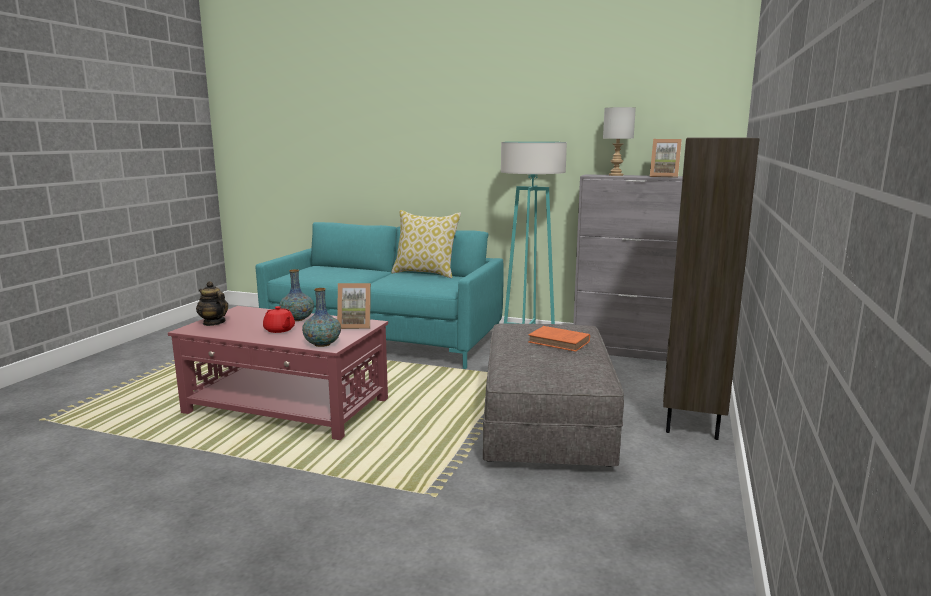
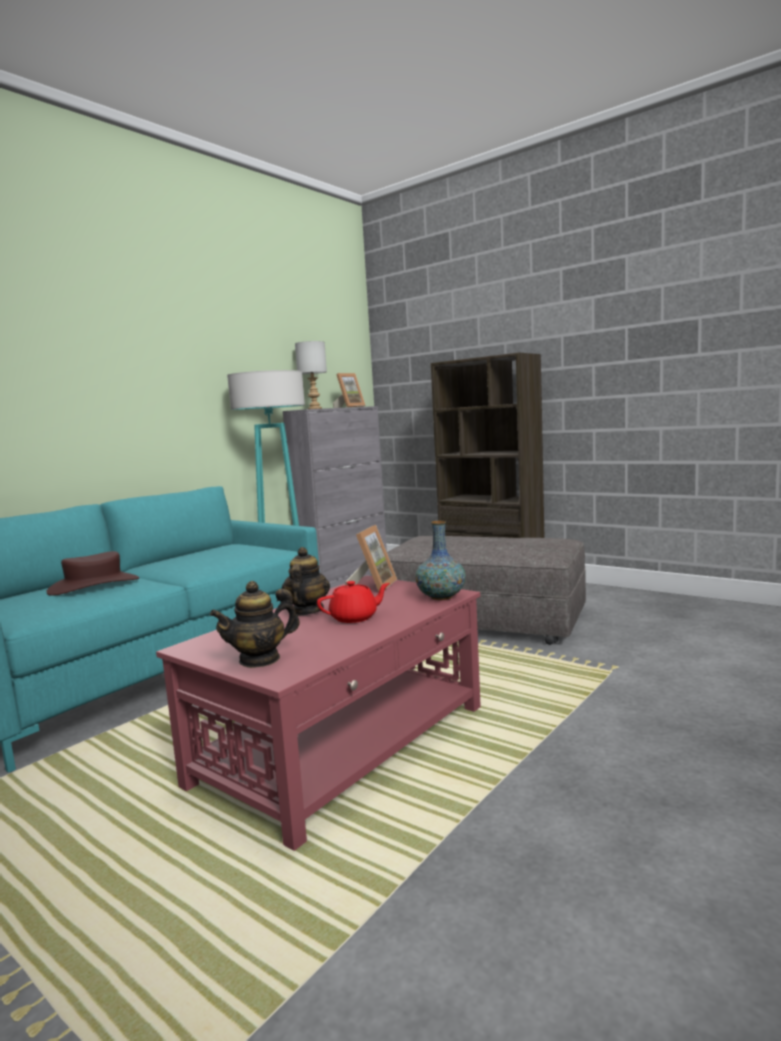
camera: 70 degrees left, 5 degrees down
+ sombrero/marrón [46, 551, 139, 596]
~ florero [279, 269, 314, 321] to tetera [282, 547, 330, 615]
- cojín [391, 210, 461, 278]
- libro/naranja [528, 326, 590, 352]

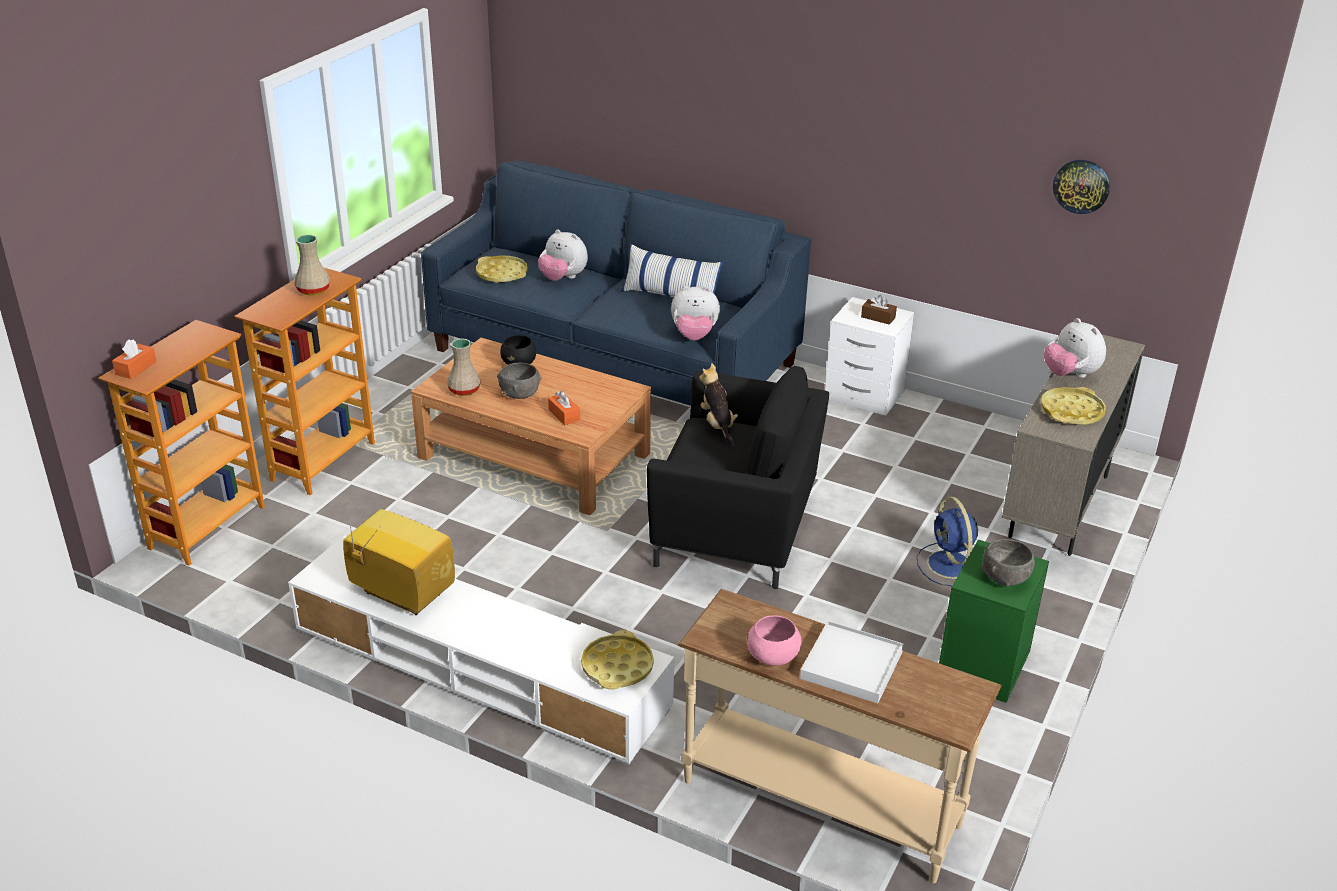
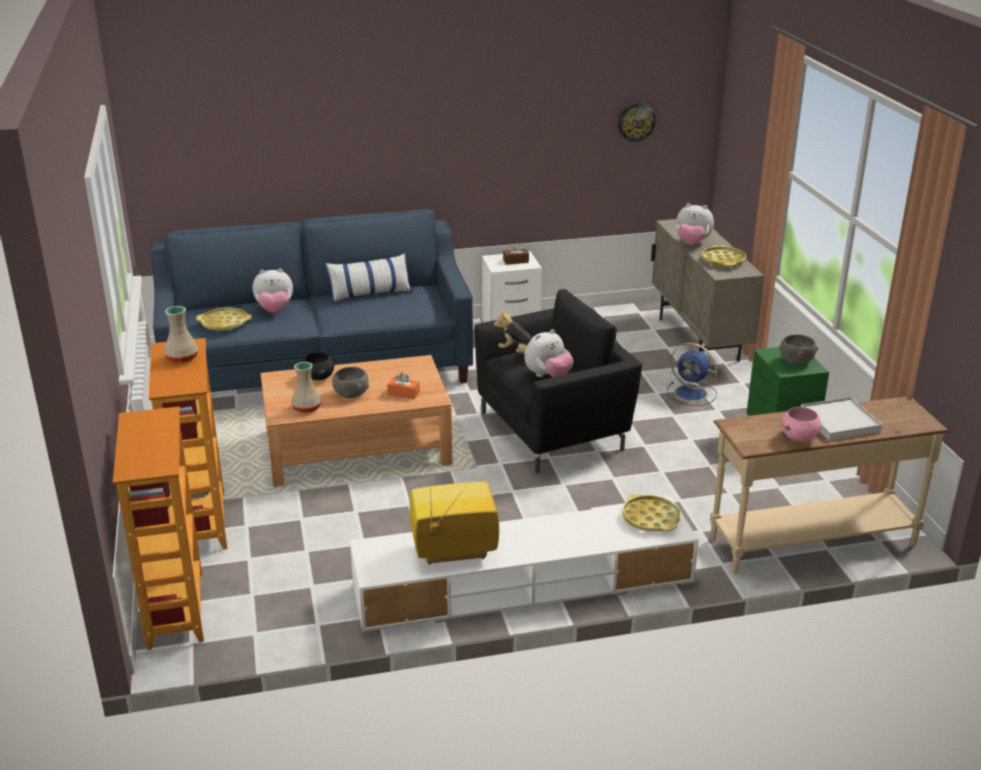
camera: 40 degrees left, 5 degrees down
~ peluche [671, 286, 720, 341] to [524, 329, 574, 377]
- caja de pañuelos/naranja [112, 339, 157, 379]

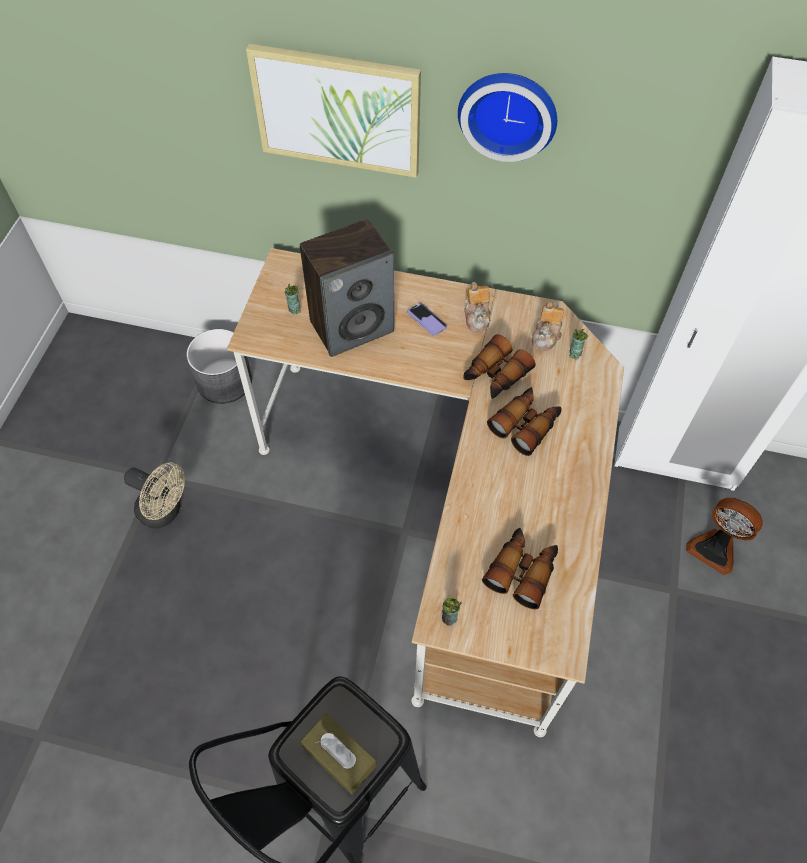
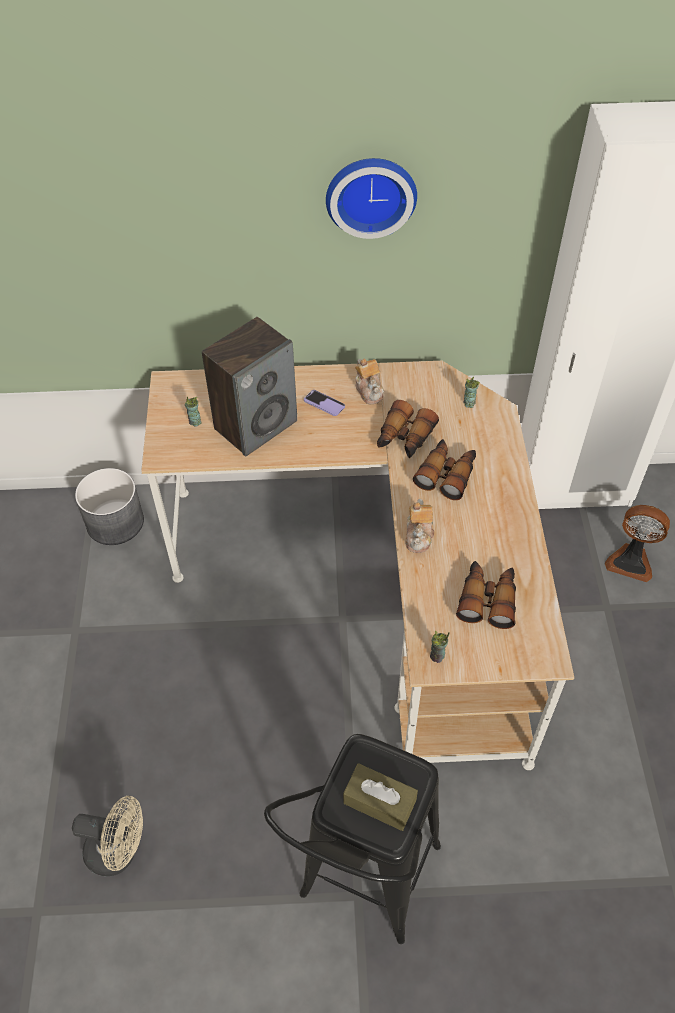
camera: 15 degrees left, 5 degrees down
~ ventilador/beis [124, 462, 185, 529] to [72, 796, 143, 876]
~ tetera [532, 302, 564, 351] to [405, 499, 434, 553]
- cuadro [246, 43, 421, 178]

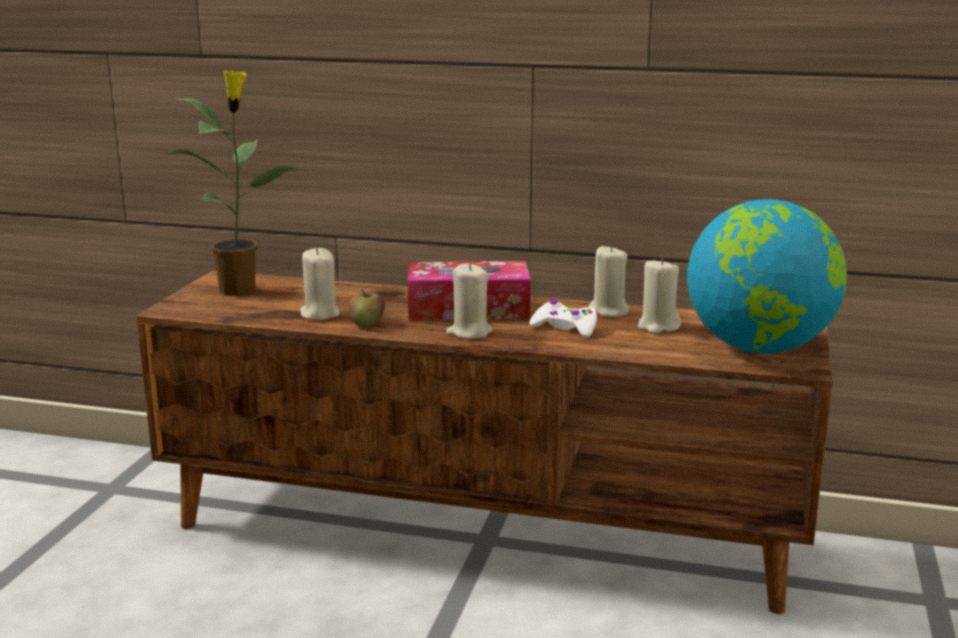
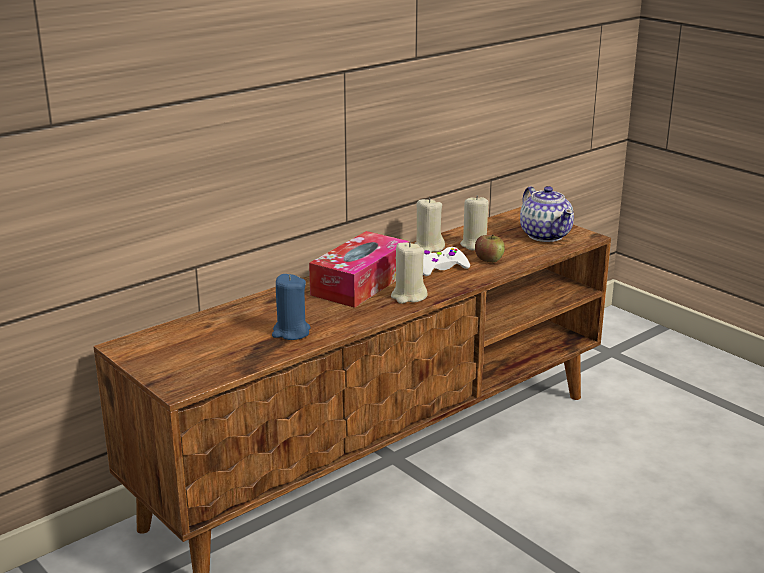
camera: 55 degrees left, 5 degrees up
~ vela/beis [300, 248, 339, 320] to vela/azul [272, 274, 311, 340]
~ manzana [349, 290, 385, 327] to [475, 234, 505, 263]
~ globo terráqueo [687, 199, 847, 353] to tetera [520, 186, 574, 242]
- planta en maceta [165, 70, 305, 296]

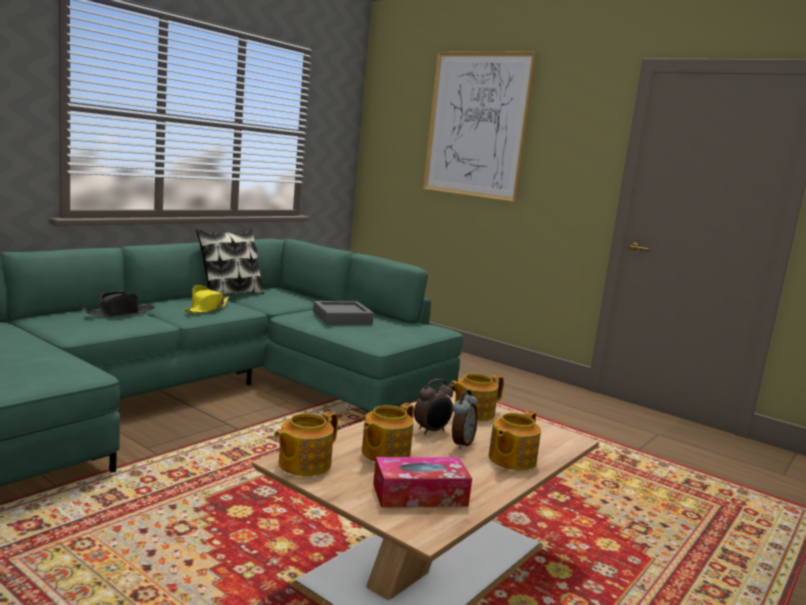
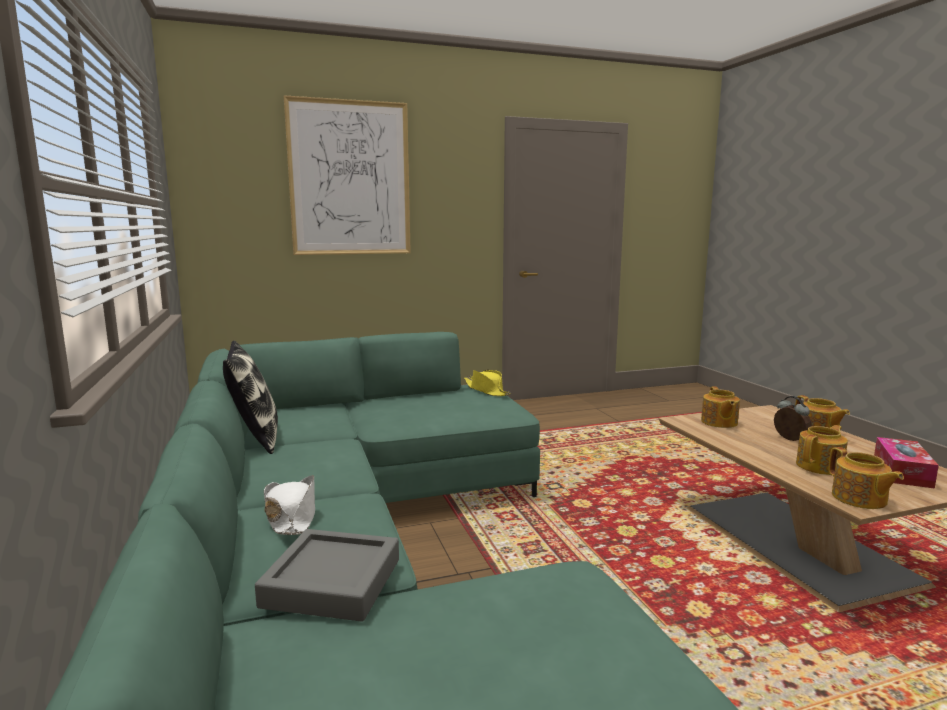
camera: 55 degrees left, 0 degrees up
~ bandeja/gris [313, 301, 374, 324] to [255, 529, 399, 622]
~ sombrero/negro [83, 292, 154, 318] to sombrero/blanco [264, 475, 315, 535]
~ sombrero/amarillo [183, 285, 229, 313] to [464, 370, 511, 396]
~ tetera [362, 403, 414, 462] = [796, 425, 848, 475] 105 degrees counterclockwise
- despertador [414, 379, 453, 435]

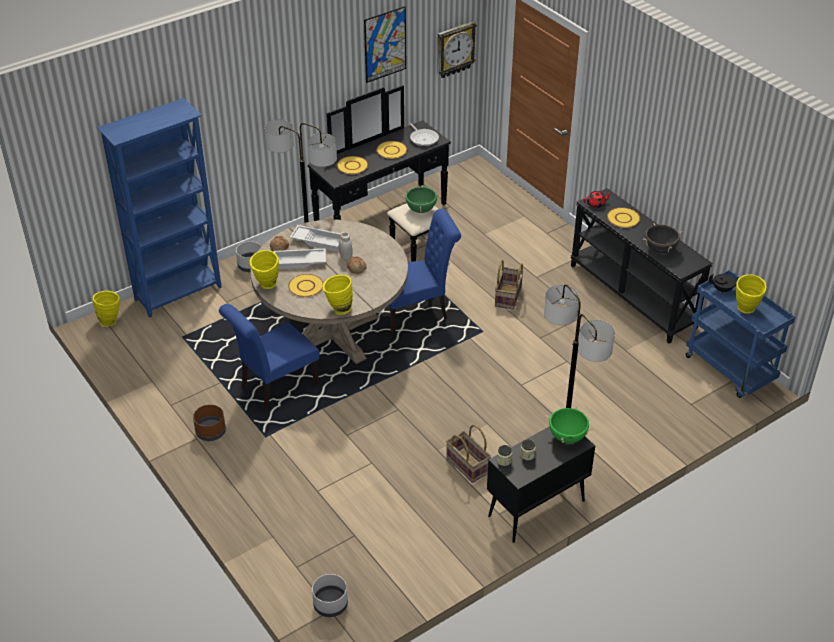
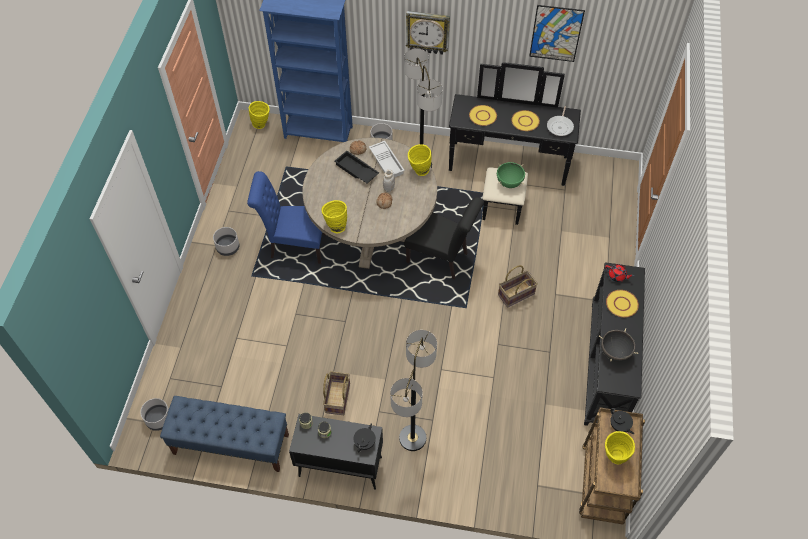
camera: 45 degrees right, 15 degrees up
+ banco/azul [160, 396, 289, 472]
~ maceta/marrón [193, 404, 226, 441] to maceta/gris [213, 227, 239, 256]
~ bandeja/blanco [274, 249, 326, 269] to bandeja/negro [335, 151, 379, 184]
~ olla/verde [546, 406, 593, 443] to tetera/negro [353, 423, 376, 452]
~ silla/azul [390, 208, 461, 334] to silla/negro [404, 197, 484, 279]
~ reloj de pared [437, 21, 477, 78] to [406, 11, 450, 55]
~ florero/amarillo [250, 250, 279, 289] to [408, 144, 431, 176]
~ carrito/azul [685, 270, 795, 398] to carrito/marrón [579, 407, 645, 525]
- plato/amarillo [288, 274, 324, 297]

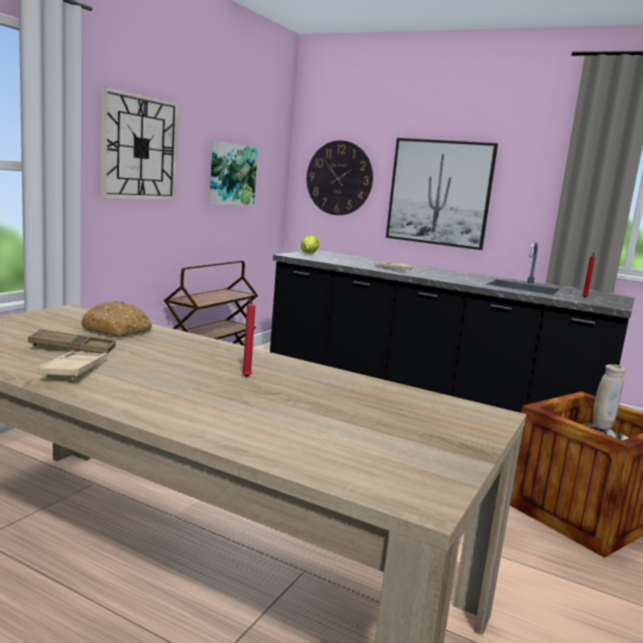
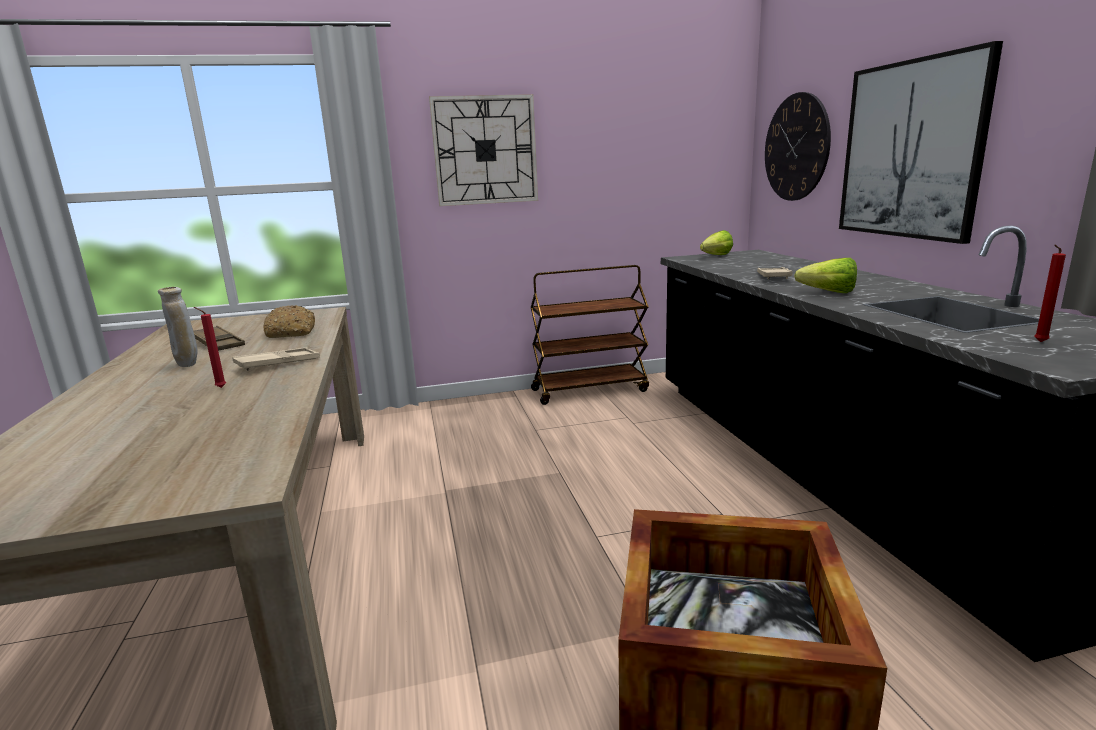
camera: 50 degrees right, 5 degrees up
~ florero/beis [593, 364, 626, 430] to [158, 287, 197, 367]
~ bandeja/beis [38, 351, 107, 379] to [232, 348, 320, 371]
+ lechuga [794, 258, 857, 293]
- cuadro [210, 141, 258, 206]

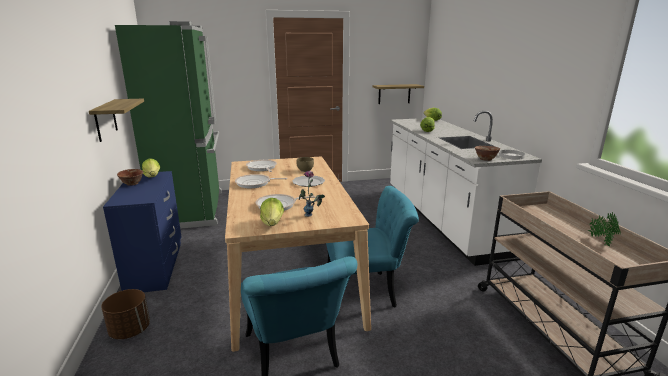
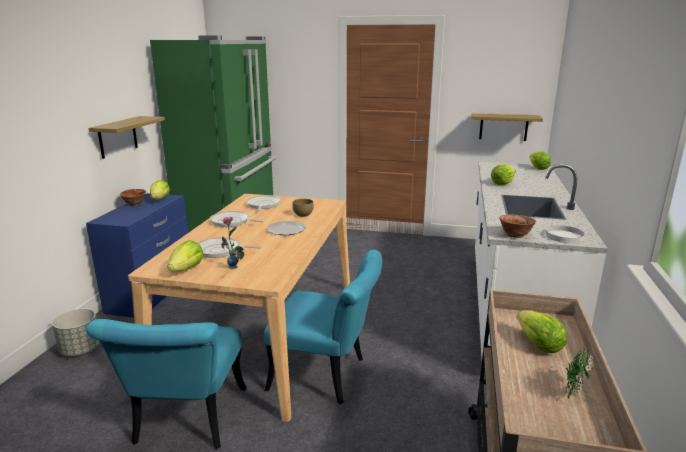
camera: 25 degrees right, 0 degrees up
~ maceta/marrón [101, 289, 150, 339] to maceta/gris [52, 308, 100, 356]
+ lechuga [517, 310, 567, 353]

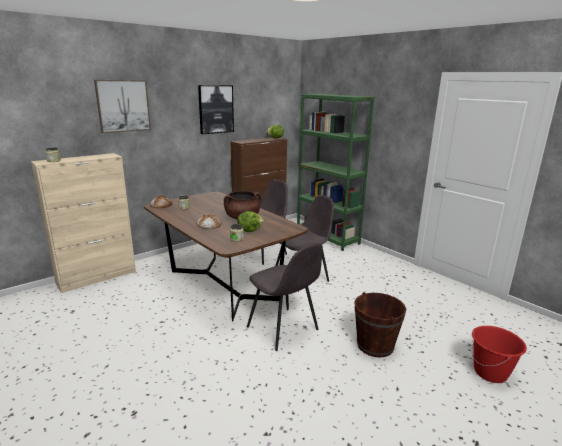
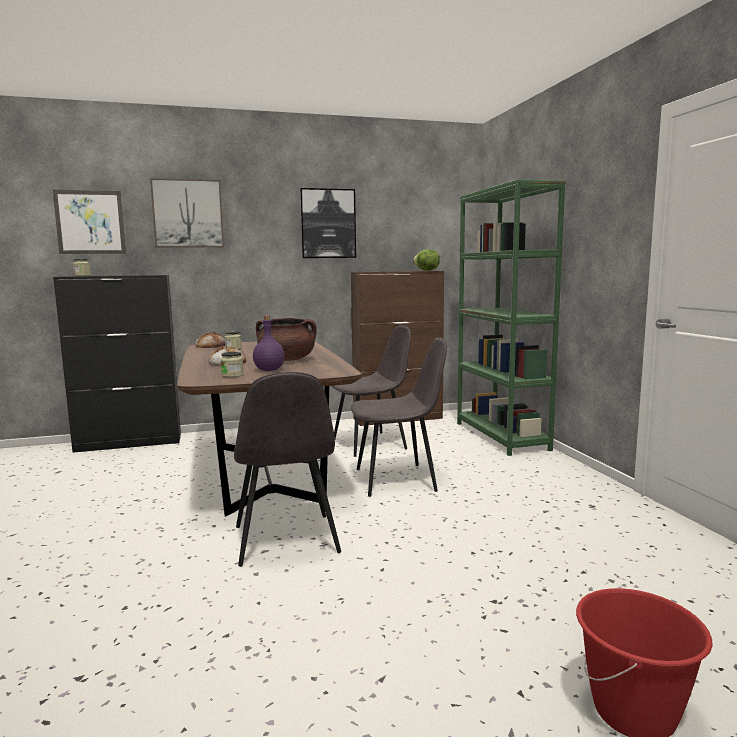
camera: 25 degrees right, 10 degrees down
+ cuadro [53, 190, 126, 254]
~ armario/beis [31, 153, 136, 293] to armario/negro [53, 275, 181, 453]
~ lechuga [237, 211, 264, 232] to botella/morado [253, 315, 285, 371]
- cubo/marrón [354, 292, 406, 358]

